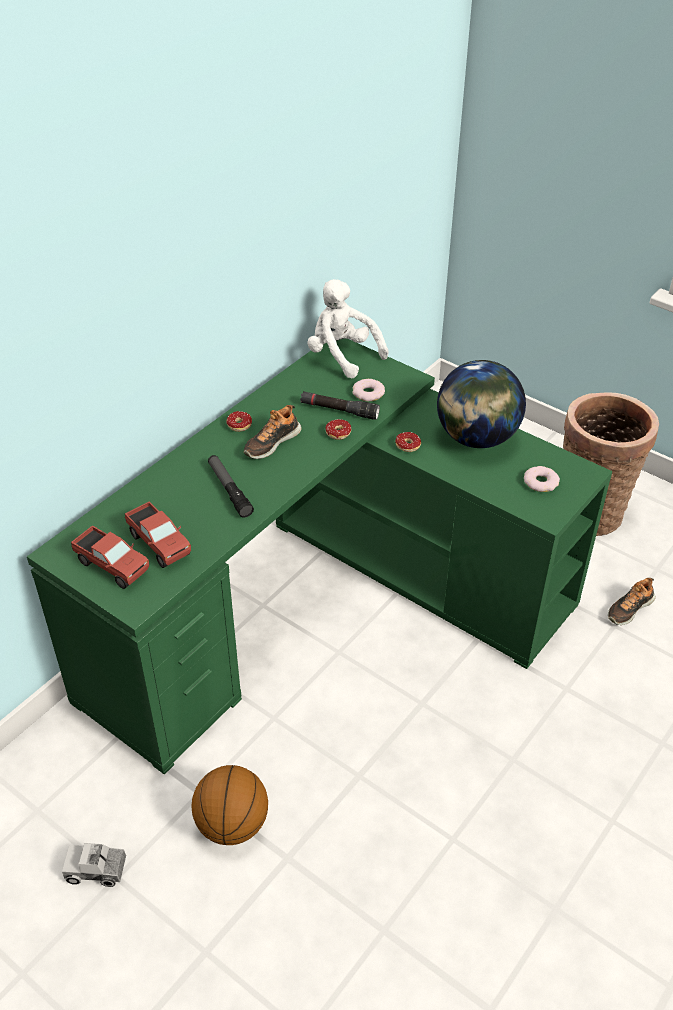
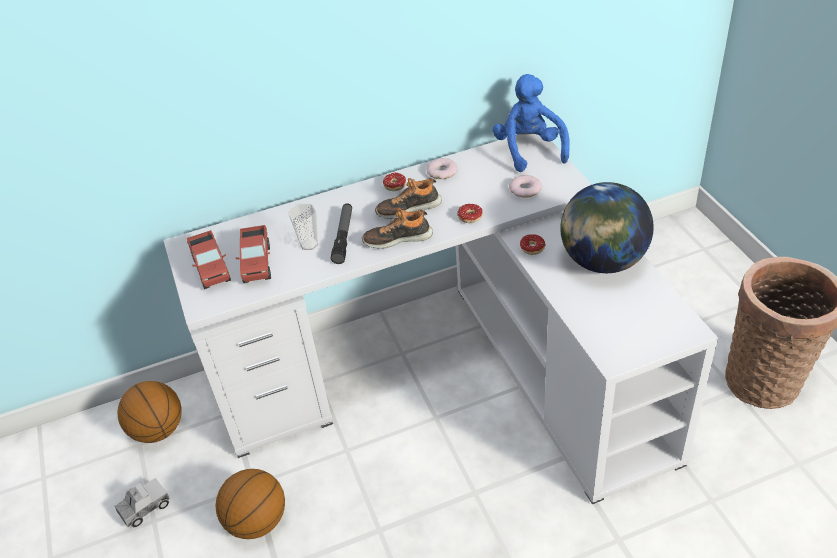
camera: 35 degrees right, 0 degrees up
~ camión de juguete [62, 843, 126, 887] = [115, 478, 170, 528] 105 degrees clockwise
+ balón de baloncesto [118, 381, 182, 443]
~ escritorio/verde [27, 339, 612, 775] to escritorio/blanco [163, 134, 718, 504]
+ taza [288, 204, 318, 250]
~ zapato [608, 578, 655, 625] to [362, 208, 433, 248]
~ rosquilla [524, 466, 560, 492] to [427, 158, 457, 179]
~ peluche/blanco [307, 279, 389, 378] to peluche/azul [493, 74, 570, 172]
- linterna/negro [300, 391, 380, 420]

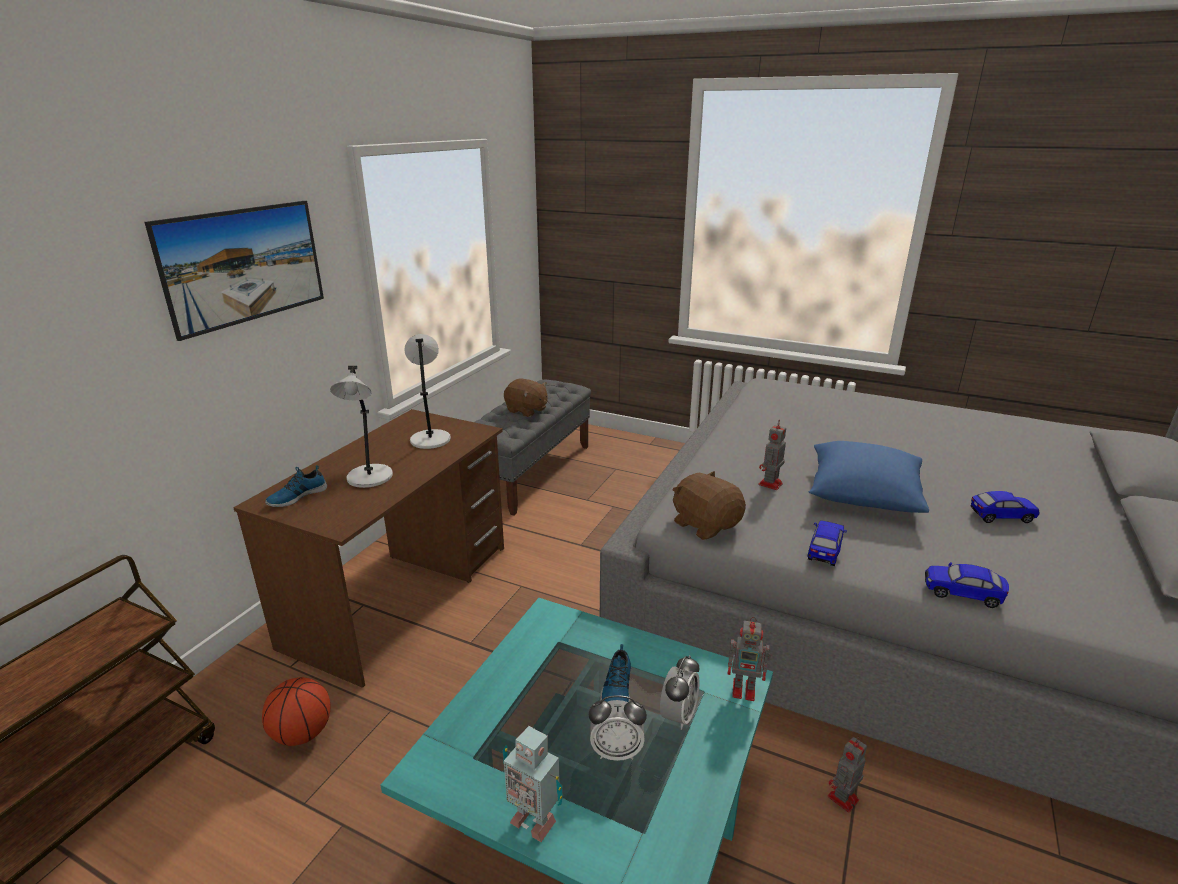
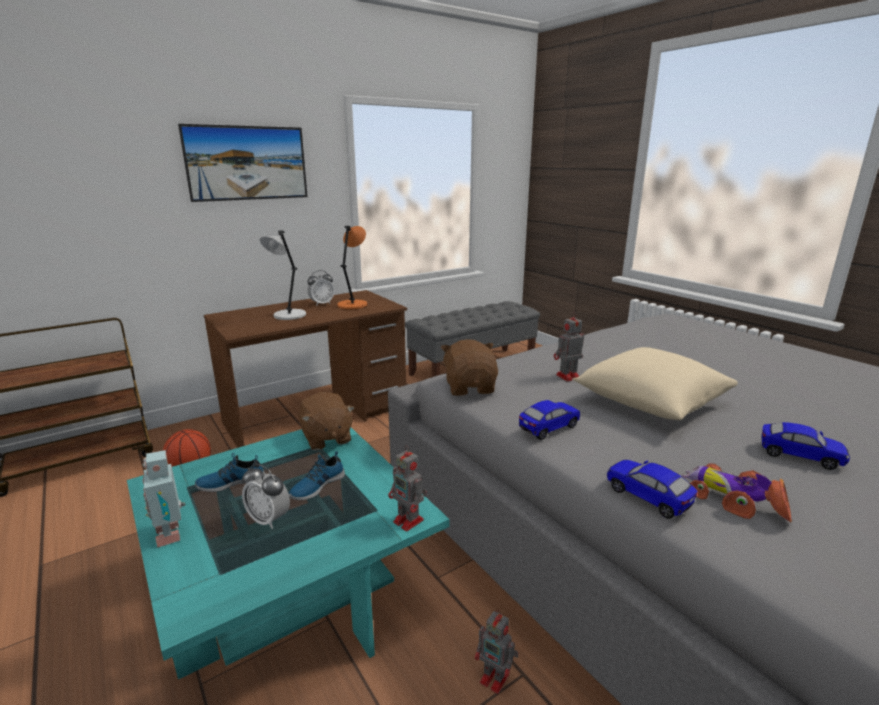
camera: 30 degrees right, 5 degrees down
~ zapato [265, 465, 327, 507] to [195, 453, 265, 492]
~ peluche/marrón [504, 378, 548, 417] to [299, 392, 355, 450]
~ despertador [660, 655, 700, 730] to [307, 270, 334, 306]
~ lámpara de mesa/gris [404, 334, 451, 449] to lámpara de mesa/naranja [337, 226, 367, 309]
~ robot de juguete [827, 737, 867, 813] = [475, 610, 519, 694] 135 degrees counterclockwise
~ cojín/azul [809, 441, 929, 513] to cojín/beis [573, 347, 738, 420]
+ coche de juguete [682, 463, 792, 522]

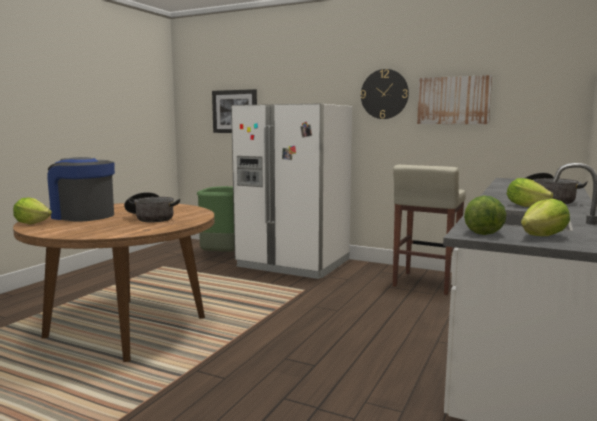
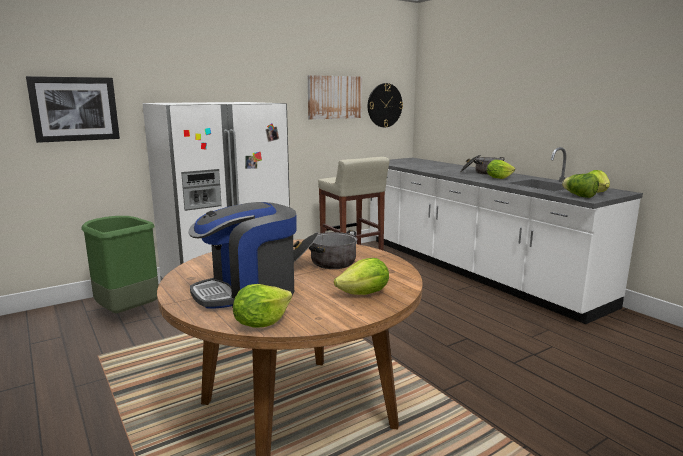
camera: 60 degrees left, 5 degrees up
+ lechuga [334, 258, 389, 295]
~ reloj de pared [361, 69, 409, 119] to [368, 83, 403, 127]

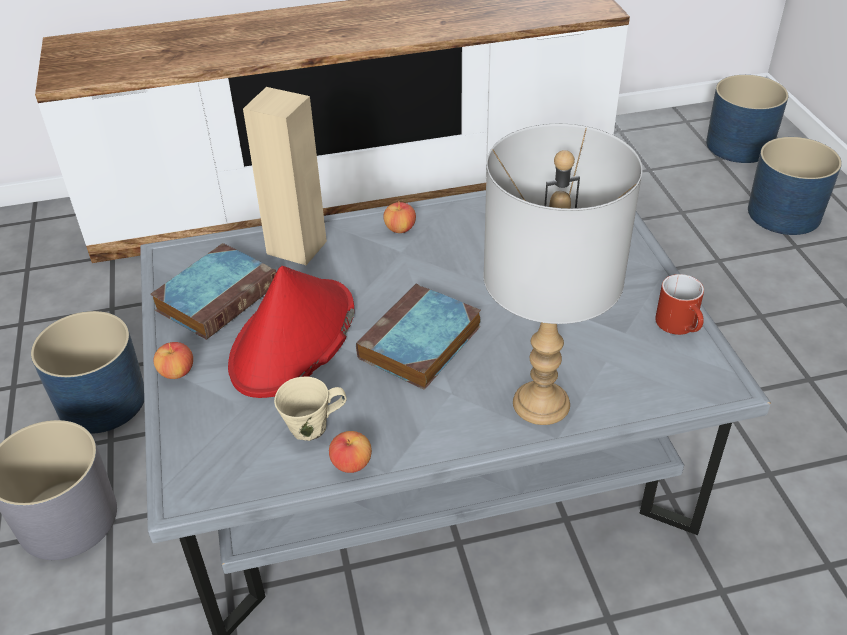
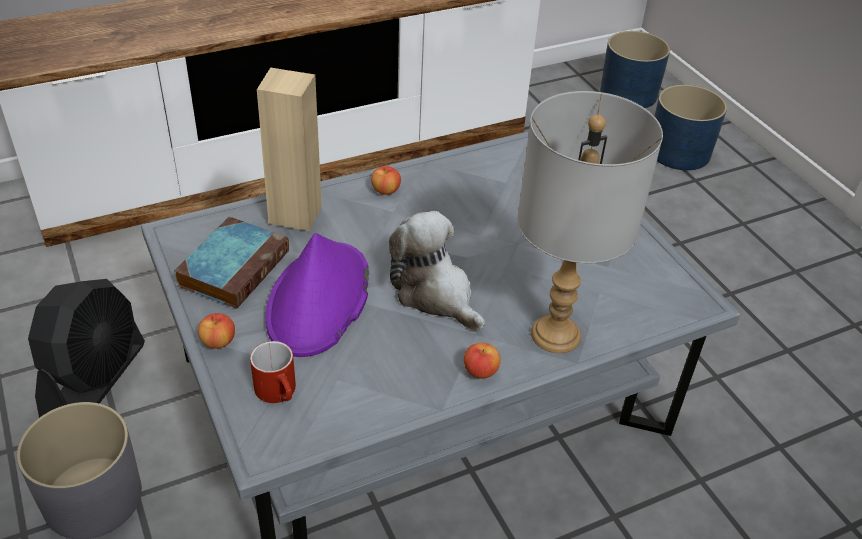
camera: 15 degrees left, 0 degrees up
~ maceta/azul [31, 311, 144, 434] to ventilador/negro [28, 279, 145, 418]
~ taza grande/rojo [655, 274, 704, 335] to [250, 341, 296, 403]
~ sombrero/rojo [228, 266, 354, 398] to sombrero/morado [266, 233, 369, 357]
~ libro [356, 284, 481, 390] to peluche [389, 211, 485, 331]
~ manzana [329, 431, 372, 473] to [464, 343, 501, 379]
- taza grande/beis [274, 377, 347, 441]

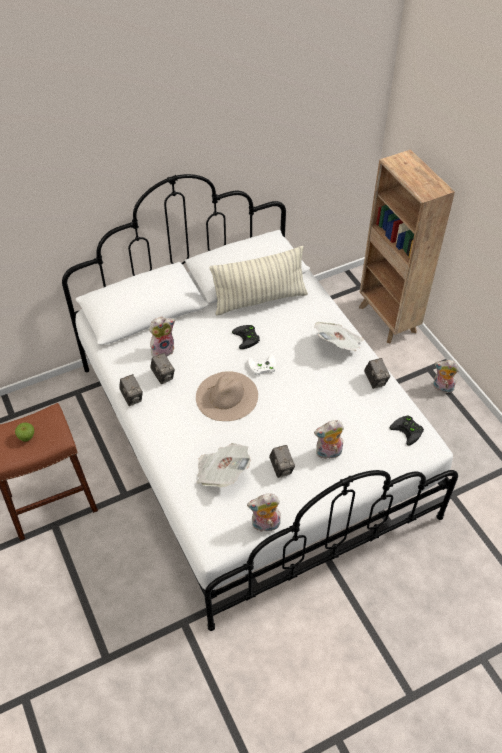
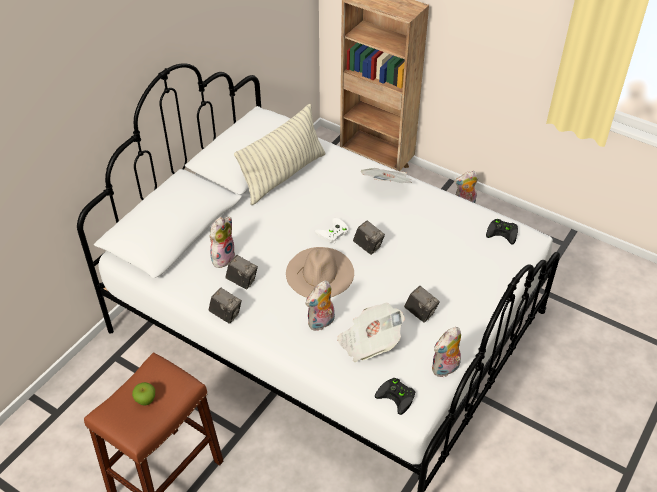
camera: 30 degrees left, 5 degrees down
~ peluche [314, 420, 344, 459] to [306, 281, 335, 331]
~ cámara [364, 358, 390, 389] to [353, 221, 385, 255]
~ mando de consola/negro [232, 325, 260, 349] to [375, 378, 415, 415]

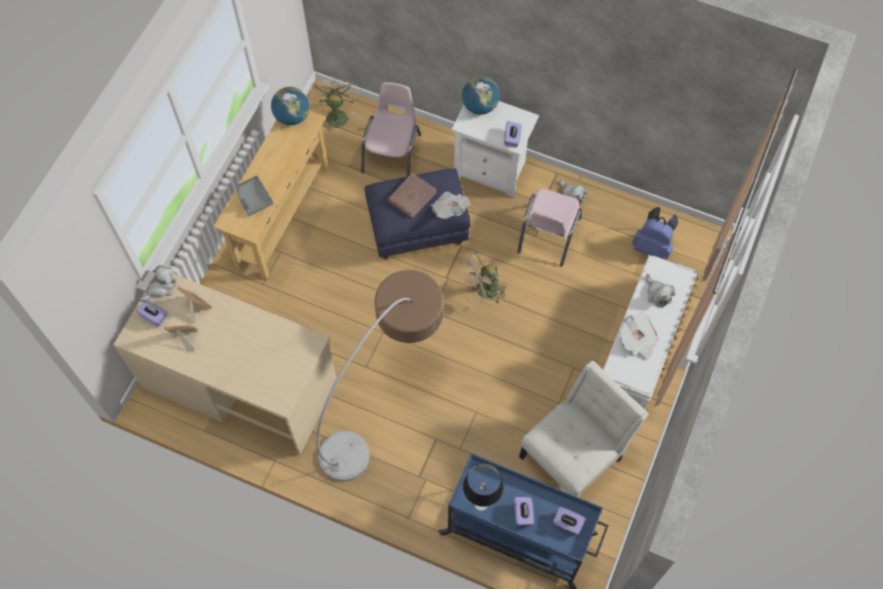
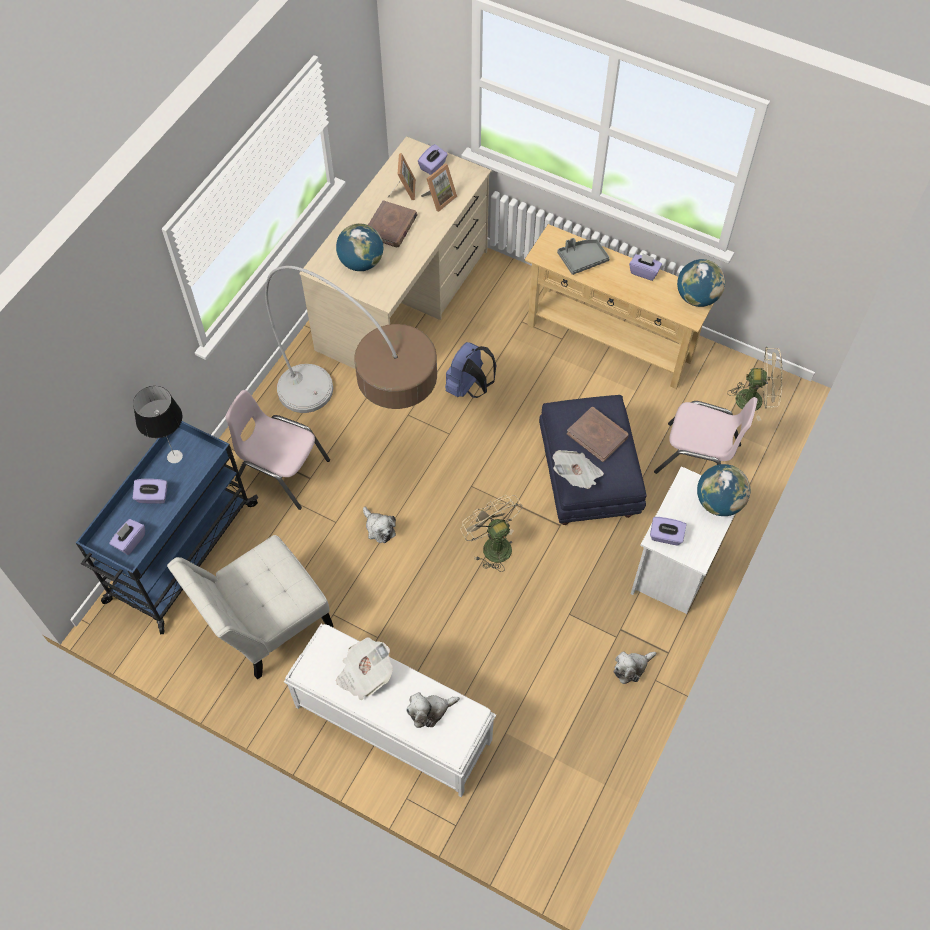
camera: 95 degrees right, 5 degrees down
~ silla/blanco [519, 361, 649, 497] = [167, 535, 334, 680] 90 degrees clockwise
~ silla/rosa [517, 189, 582, 267] to [225, 390, 330, 510]
+ globo terráqueo [336, 223, 383, 271]
~ peluche [140, 265, 176, 301] to [363, 507, 396, 543]
+ libro/marrón [368, 200, 418, 248]
~ mochila/azul [632, 207, 678, 259] to [445, 342, 497, 398]
+ caja de pañuelos/morado [629, 253, 662, 281]

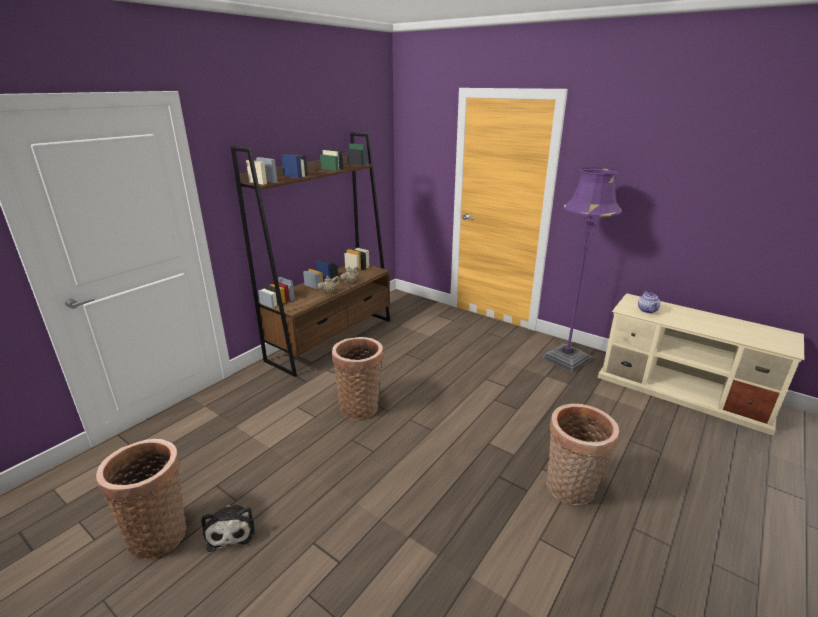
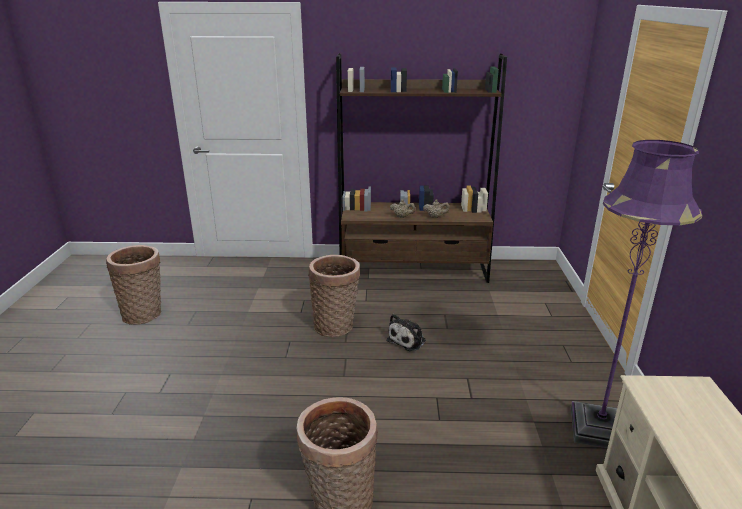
camera: 55 degrees right, 0 degrees up
~ peluche [201, 505, 255, 552] to [387, 314, 426, 351]
- tetera [638, 291, 661, 313]

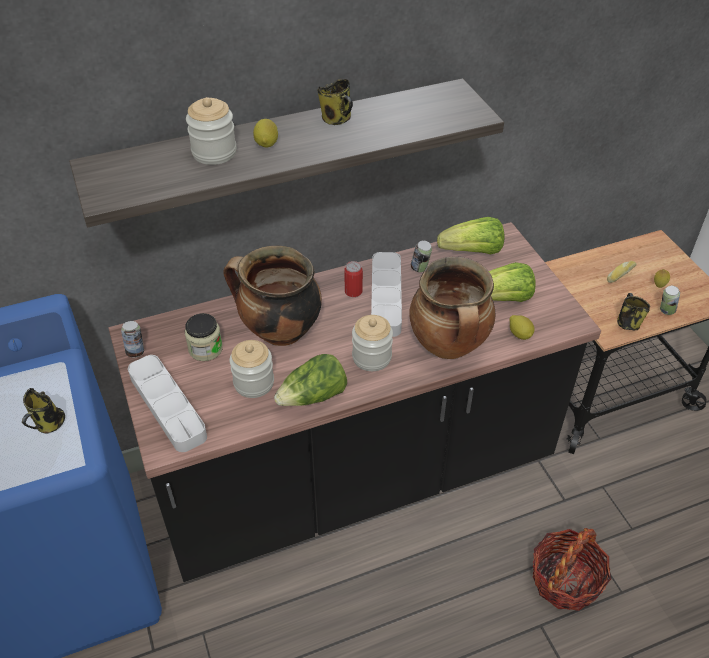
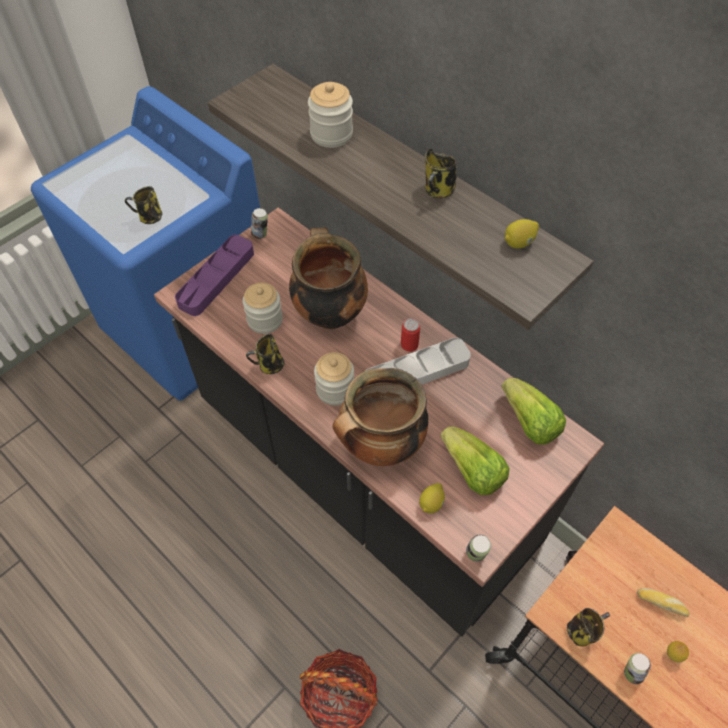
camera: 65 degrees right, 10 degrees up
~ bandeja/gris [128, 355, 207, 452] to bandeja/morado [175, 235, 254, 316]
~ lechuga [274, 354, 347, 406] to taza grande [246, 334, 284, 374]
~ lata [411, 241, 432, 272] to [466, 534, 491, 562]
~ limón [253, 119, 278, 148] to [505, 219, 539, 249]
- tarro [185, 313, 223, 361]

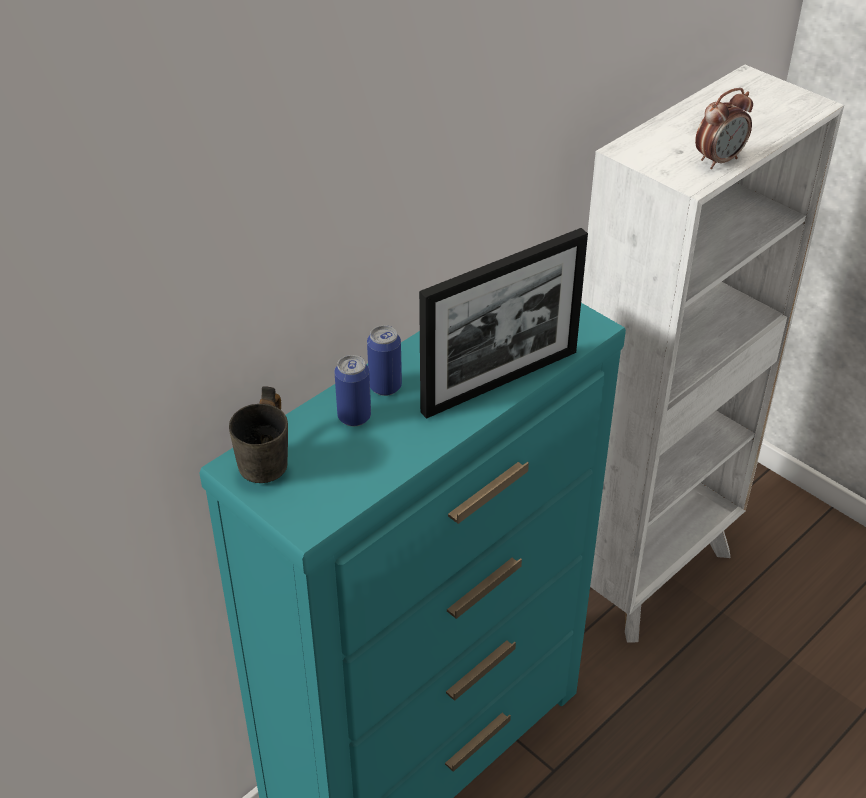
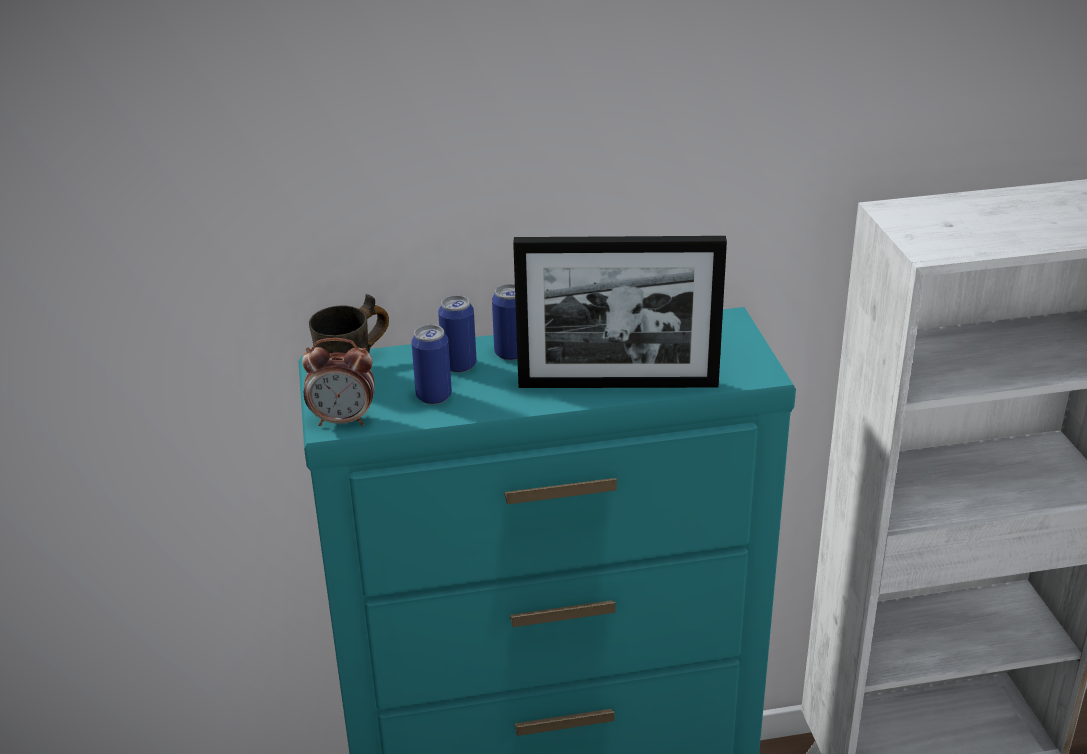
camera: 35 degrees right, 10 degrees down
~ despertador [695, 88, 753, 169] to [302, 338, 374, 426]
+ lata [411, 325, 452, 405]

